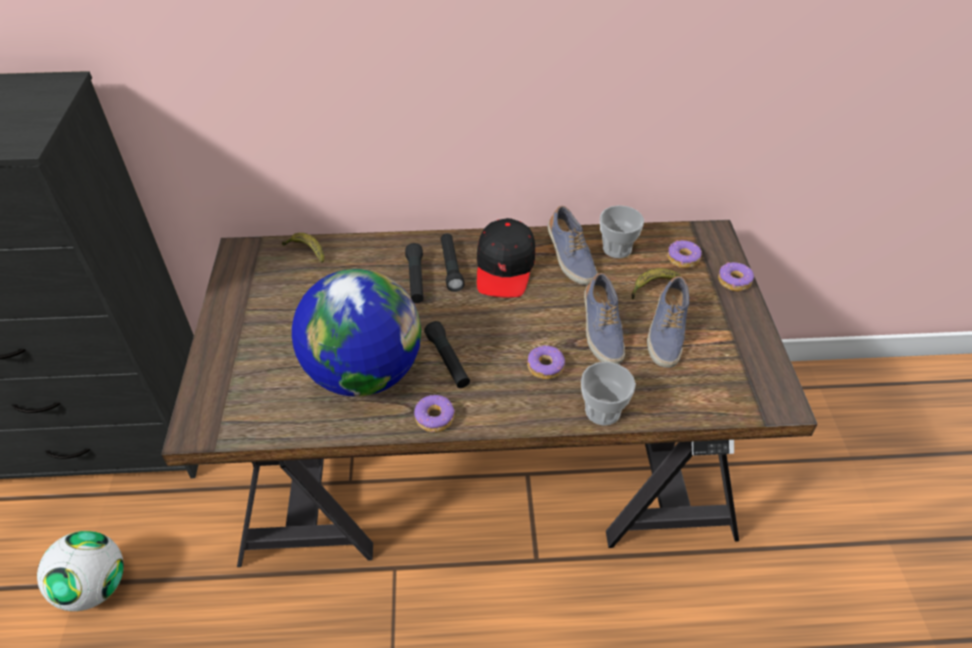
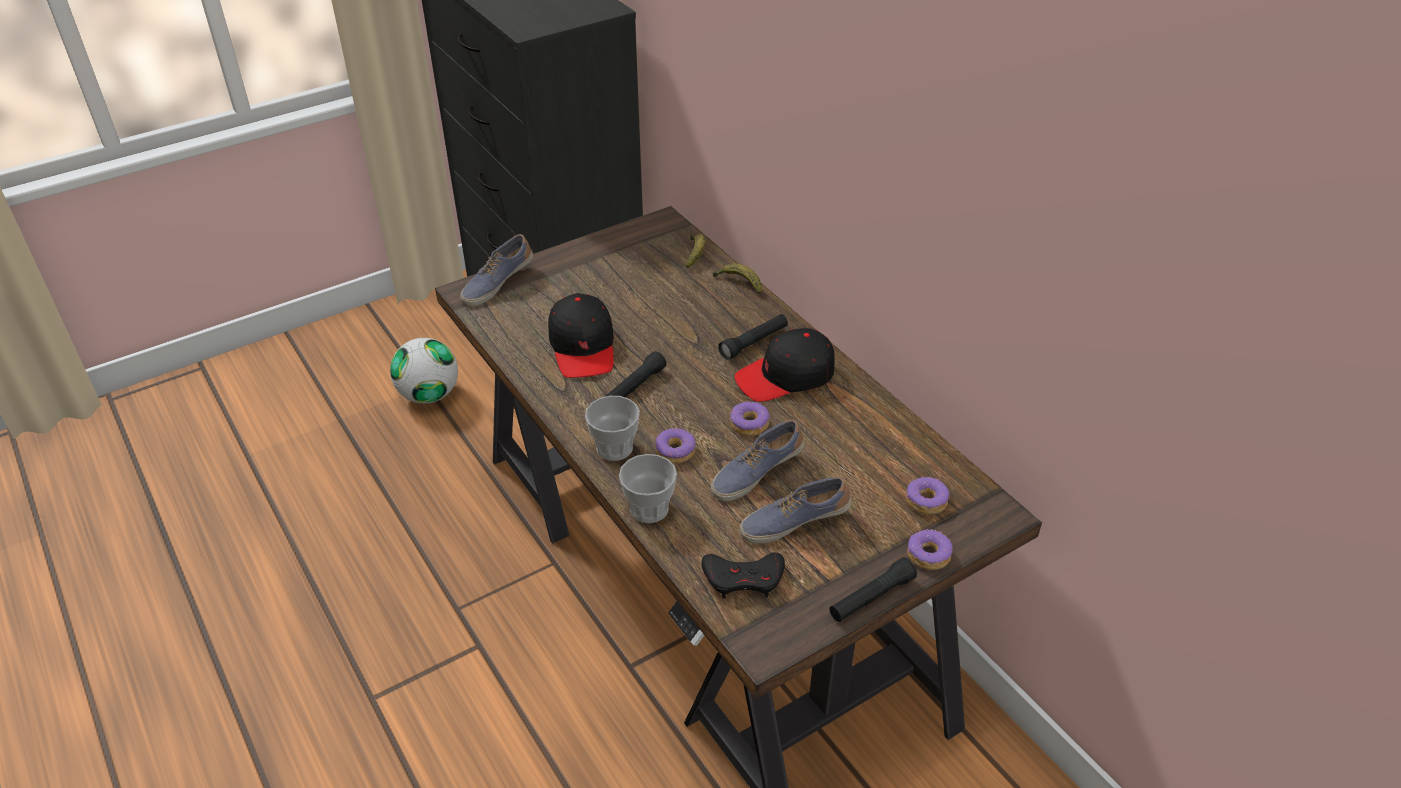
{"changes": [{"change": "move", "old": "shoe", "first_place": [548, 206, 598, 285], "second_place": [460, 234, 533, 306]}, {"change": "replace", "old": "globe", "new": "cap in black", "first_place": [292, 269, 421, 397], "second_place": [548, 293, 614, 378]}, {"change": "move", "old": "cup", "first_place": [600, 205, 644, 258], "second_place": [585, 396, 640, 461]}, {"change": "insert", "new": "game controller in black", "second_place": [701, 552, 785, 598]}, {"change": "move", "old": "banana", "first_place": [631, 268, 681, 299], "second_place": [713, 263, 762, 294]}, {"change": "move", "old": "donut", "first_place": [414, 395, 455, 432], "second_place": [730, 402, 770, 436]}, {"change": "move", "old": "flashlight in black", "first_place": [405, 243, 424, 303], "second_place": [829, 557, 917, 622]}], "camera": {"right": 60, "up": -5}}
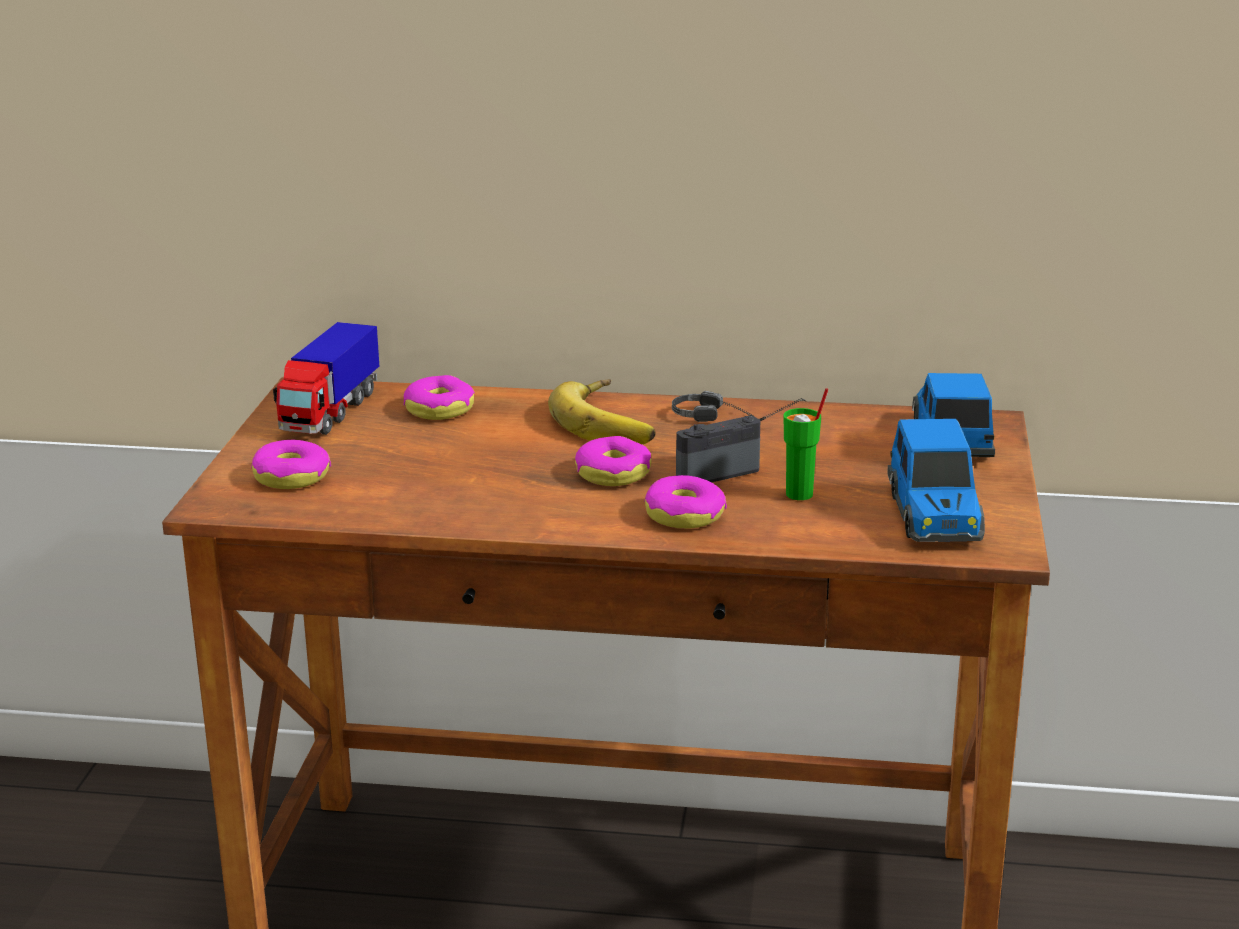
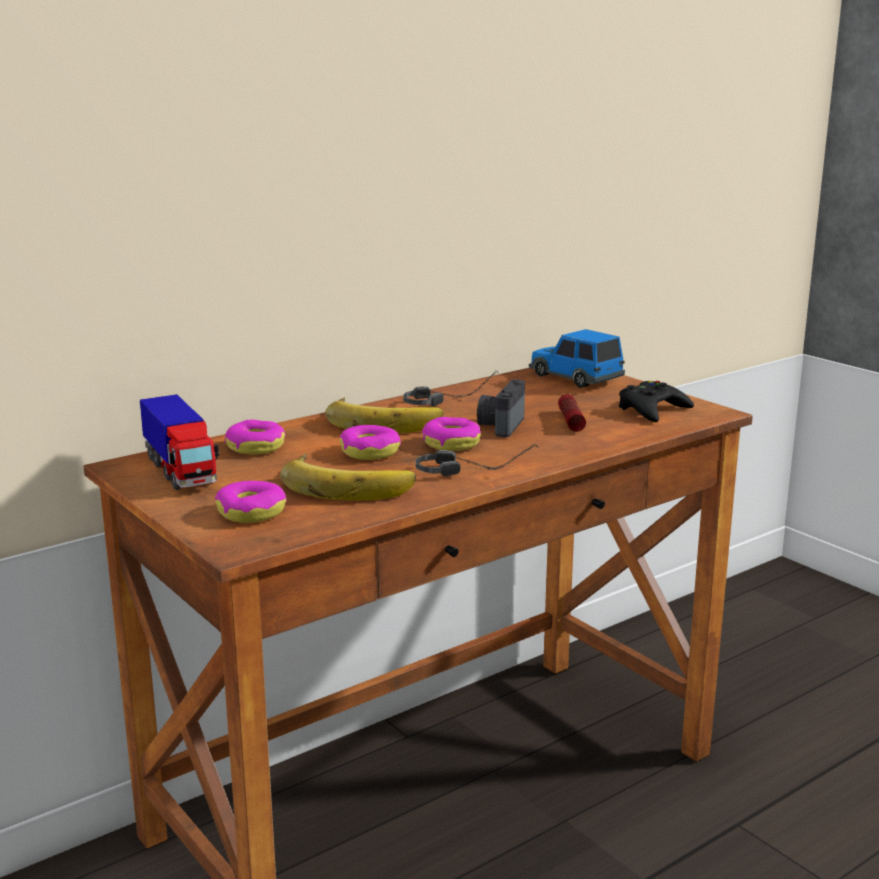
{"changes": [{"change": "insert", "new": "banana", "second_place": [280, 454, 416, 501]}, {"change": "move", "old": "donut", "first_place": [644, 475, 727, 529], "second_place": [340, 425, 401, 460]}, {"change": "insert", "new": "headphones", "second_place": [415, 444, 539, 476]}, {"change": "replace", "old": "cup in green", "new": "flashlight", "first_place": [783, 388, 828, 500], "second_place": [558, 394, 586, 432]}, {"change": "replace", "old": "toy car", "new": "game controller in black", "first_place": [887, 419, 985, 542], "second_place": [619, 381, 694, 422]}], "camera": {"right": -45, "up": -5}}
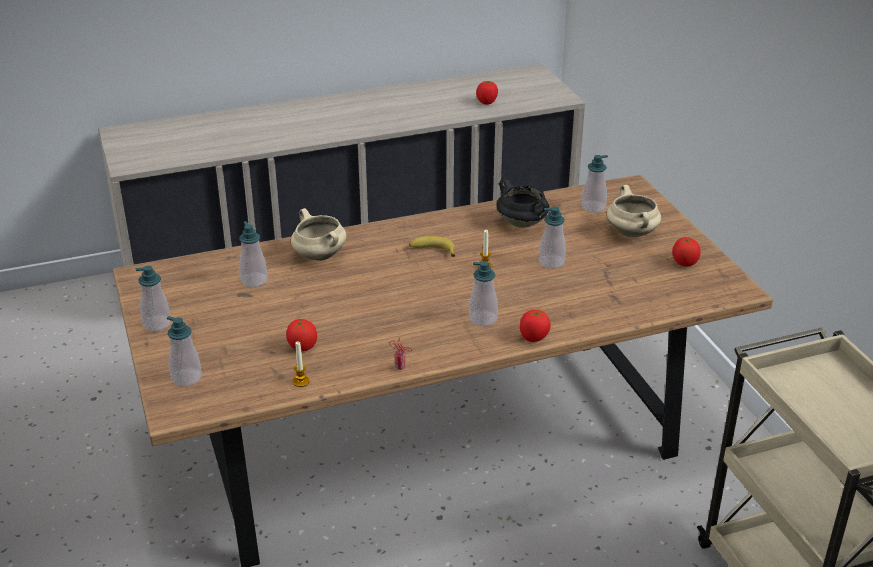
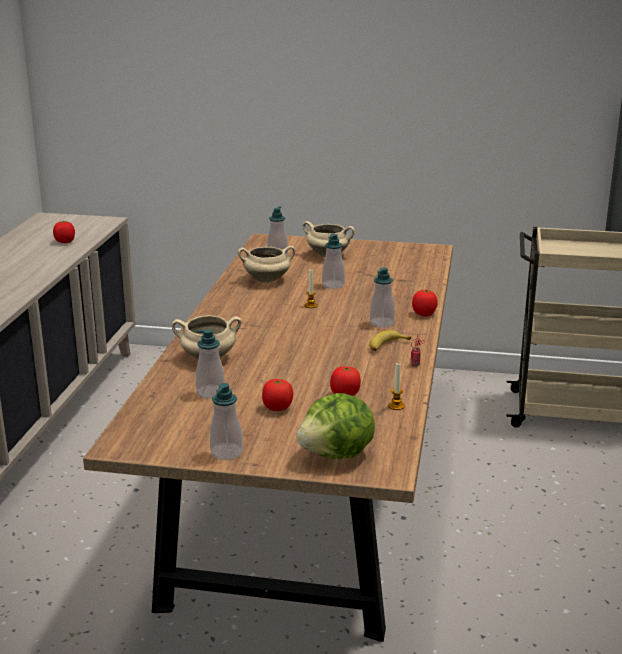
{"changes": [{"change": "recolor", "old": "cooking pot in black", "new": "cooking pot in beige", "first_place": [497, 178, 549, 228], "second_place": [238, 246, 295, 283]}, {"change": "move", "old": "tomato", "first_place": [672, 237, 701, 266], "second_place": [262, 379, 293, 411]}, {"change": "replace", "old": "soap dispenser", "new": "lettuce", "first_place": [167, 316, 202, 387], "second_place": [296, 393, 375, 459]}, {"change": "move", "old": "banana", "first_place": [409, 236, 455, 257], "second_place": [369, 330, 411, 351]}], "camera": {"right": -60, "up": -10}}
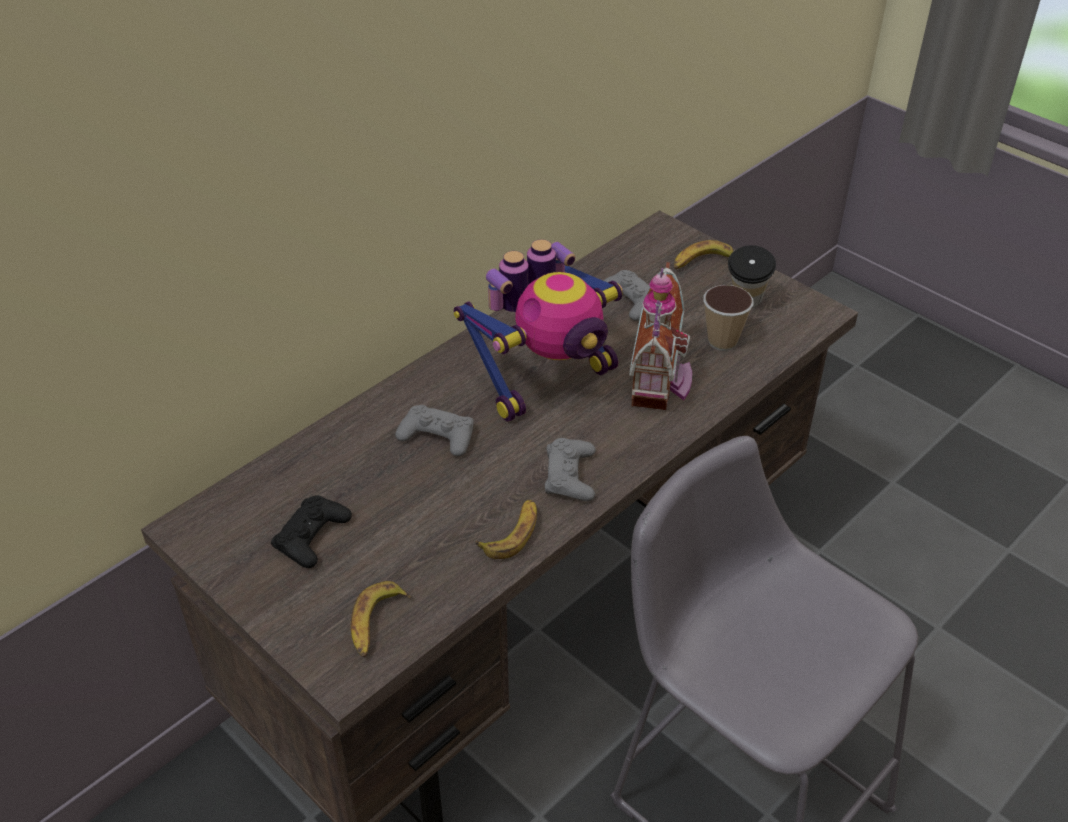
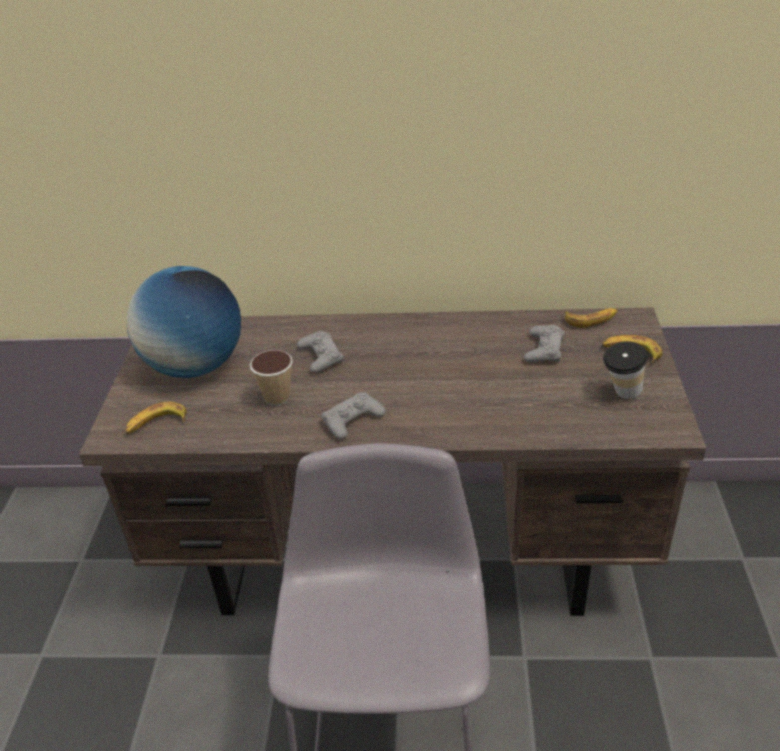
{"changes": [{"change": "replace", "old": "game controller in black", "new": "globe", "first_place": [271, 495, 352, 568], "second_place": [126, 266, 241, 378]}, {"change": "move", "old": "cup", "first_place": [703, 285, 753, 351], "second_place": [250, 350, 293, 406]}, {"change": "move", "old": "banana", "first_place": [475, 500, 537, 559], "second_place": [565, 308, 618, 328]}, {"change": "delete", "old": "toy robot", "first_place": [454, 239, 623, 422]}, {"change": "delete", "old": "toy house", "first_place": [629, 262, 692, 410]}], "camera": {"right": 50, "up": -5}}
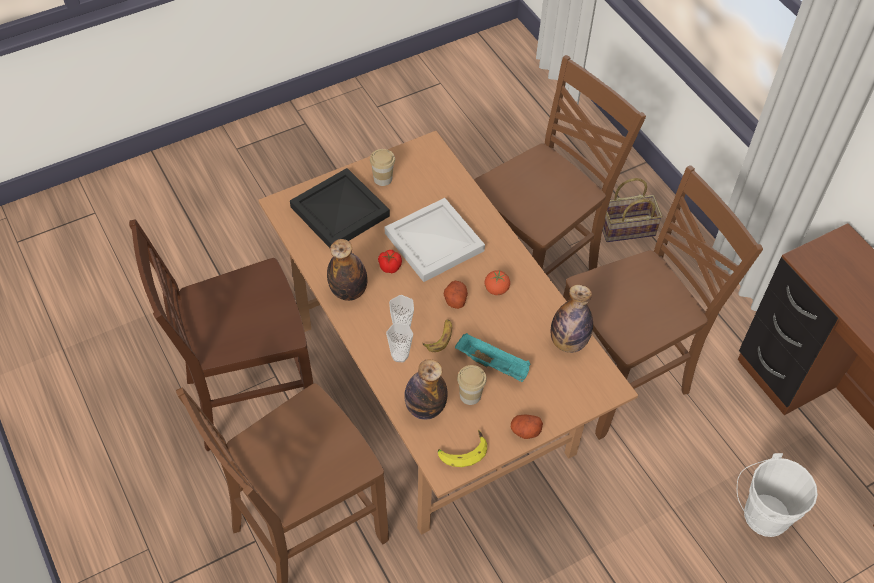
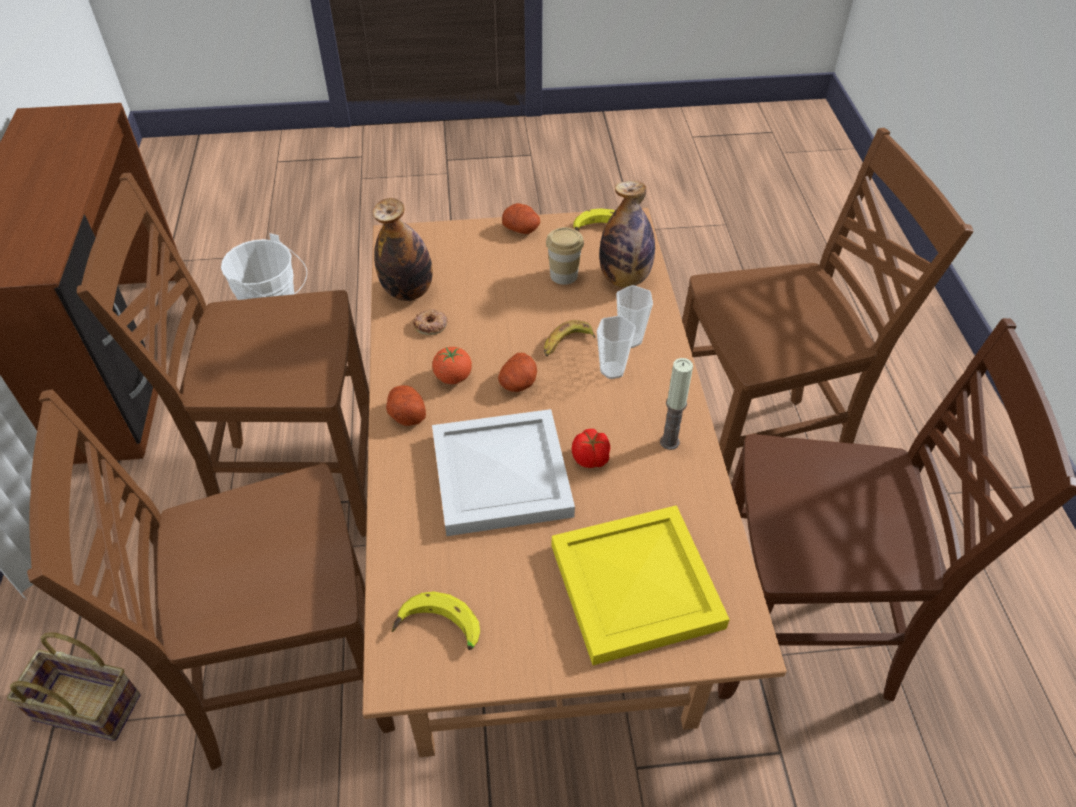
{"changes": [{"change": "insert", "new": "potato", "second_place": [386, 385, 426, 426]}, {"change": "insert", "new": "banana", "second_place": [392, 591, 480, 650]}, {"change": "insert", "new": "donut", "second_place": [413, 309, 448, 335]}, {"change": "recolor", "old": "tray in black", "new": "tray in yellow", "first_place": [290, 168, 390, 248], "second_place": [551, 505, 730, 665]}, {"change": "replace", "old": "bottle", "new": "candle", "first_place": [327, 239, 367, 301], "second_place": [660, 358, 693, 450]}, {"change": "delete", "old": "cup", "first_place": [370, 149, 395, 186]}, {"change": "delete", "old": "tray in turquoise", "first_place": [455, 333, 530, 382]}], "camera": {"right": -155, "up": -5}}
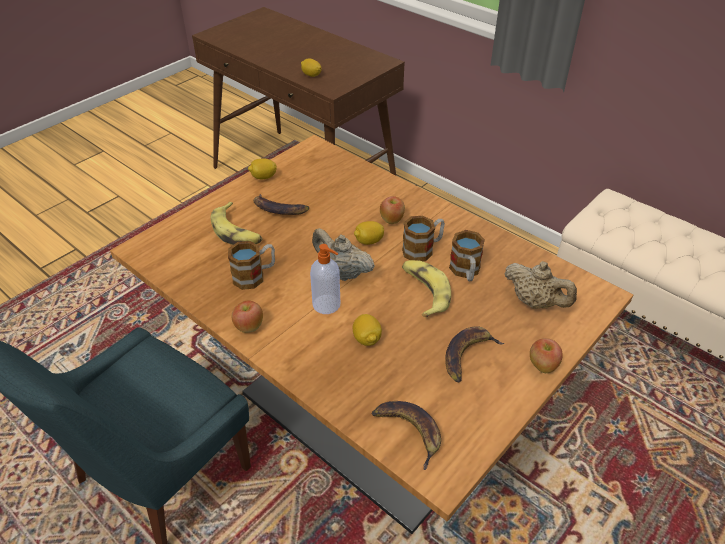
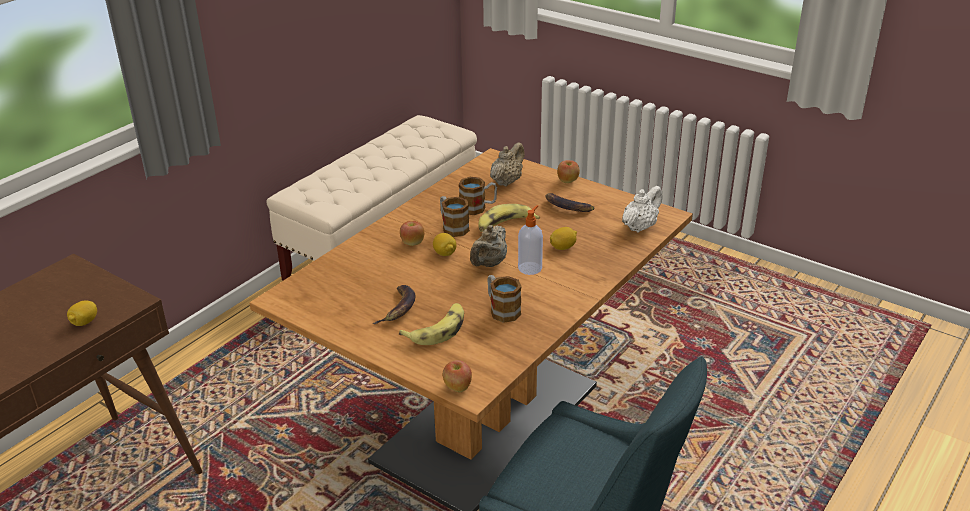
{"changes": [{"change": "move", "old": "apple", "first_place": [232, 300, 263, 333], "second_place": [443, 360, 472, 392]}, {"change": "replace", "old": "banana", "new": "teapot in white", "first_place": [372, 401, 441, 470], "second_place": [622, 186, 662, 233]}, {"change": "delete", "old": "lemon", "first_place": [248, 159, 277, 180]}], "camera": {"right": -95, "up": -10}}
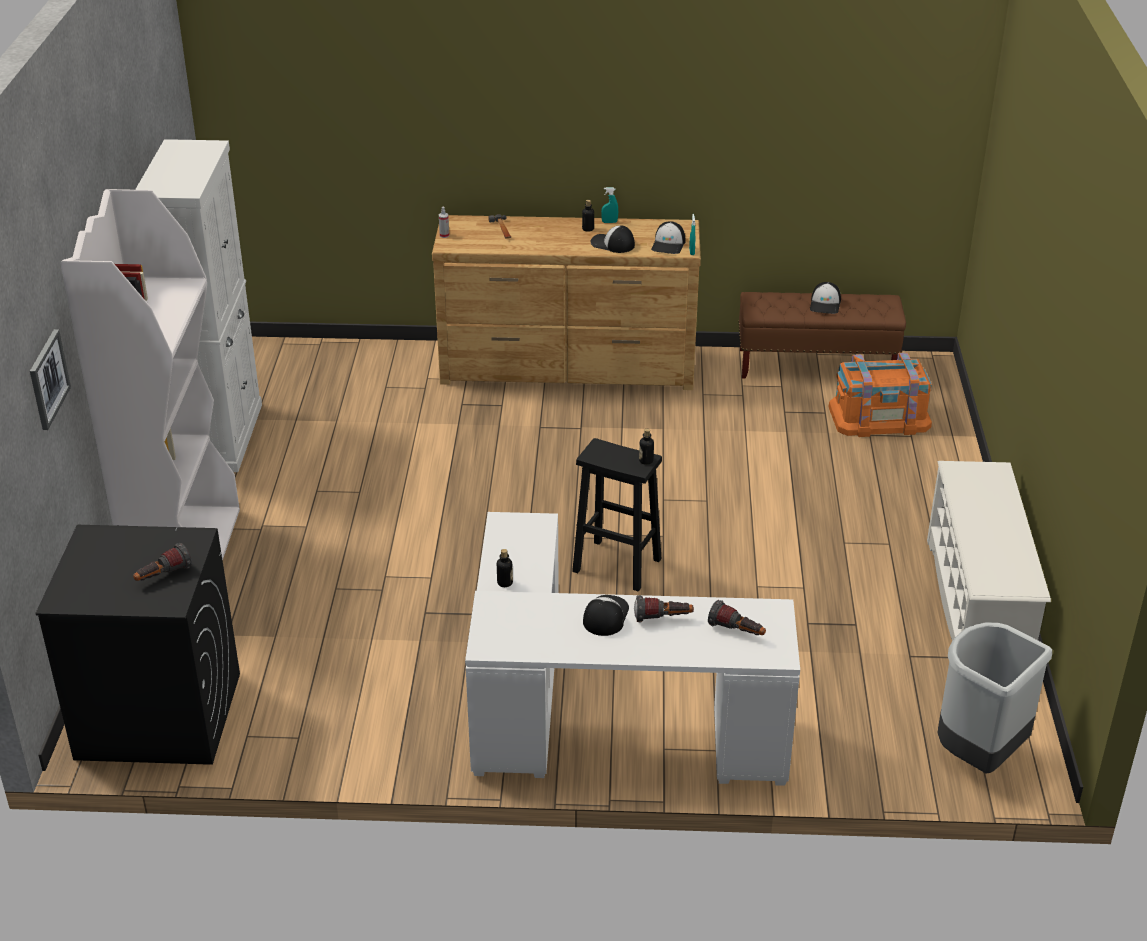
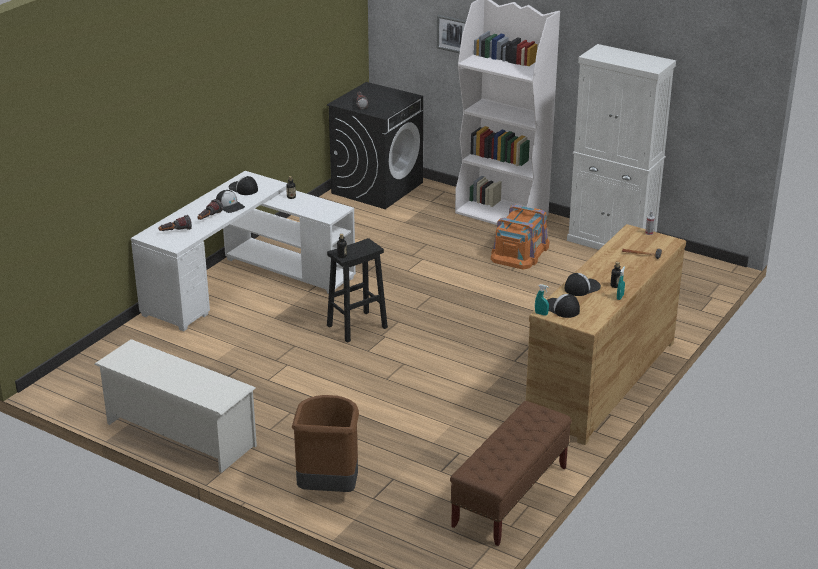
{"changes": [{"change": "move", "old": "cap", "first_place": [810, 282, 841, 314], "second_place": [229, 176, 258, 195]}, {"change": "insert", "new": "trash can in brown", "second_place": [292, 395, 359, 492]}, {"change": "move", "old": "storage box in orange", "first_place": [828, 353, 932, 437], "second_place": [491, 204, 549, 269]}, {"change": "delete", "old": "trash can in grey", "first_place": [938, 623, 1052, 774]}], "camera": {"right": 120, "up": -5}}
